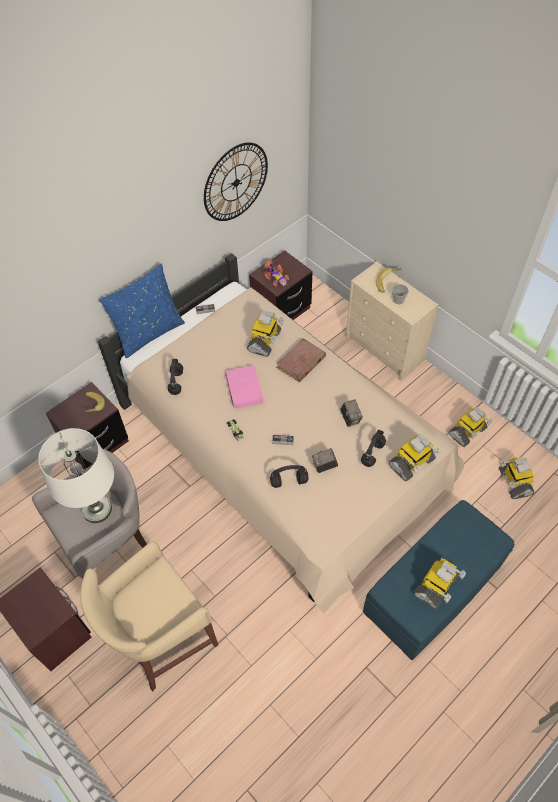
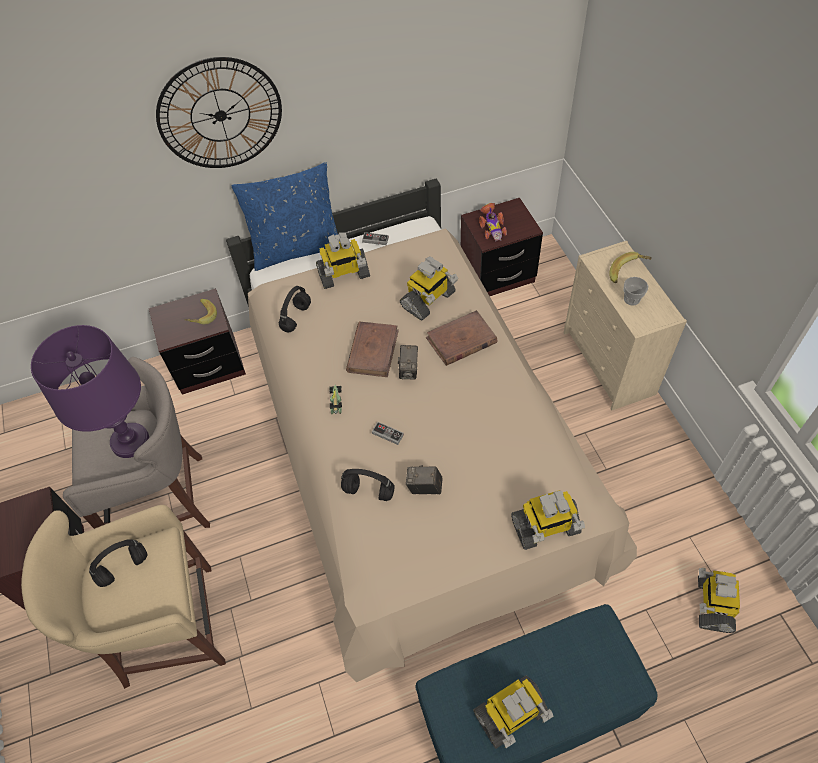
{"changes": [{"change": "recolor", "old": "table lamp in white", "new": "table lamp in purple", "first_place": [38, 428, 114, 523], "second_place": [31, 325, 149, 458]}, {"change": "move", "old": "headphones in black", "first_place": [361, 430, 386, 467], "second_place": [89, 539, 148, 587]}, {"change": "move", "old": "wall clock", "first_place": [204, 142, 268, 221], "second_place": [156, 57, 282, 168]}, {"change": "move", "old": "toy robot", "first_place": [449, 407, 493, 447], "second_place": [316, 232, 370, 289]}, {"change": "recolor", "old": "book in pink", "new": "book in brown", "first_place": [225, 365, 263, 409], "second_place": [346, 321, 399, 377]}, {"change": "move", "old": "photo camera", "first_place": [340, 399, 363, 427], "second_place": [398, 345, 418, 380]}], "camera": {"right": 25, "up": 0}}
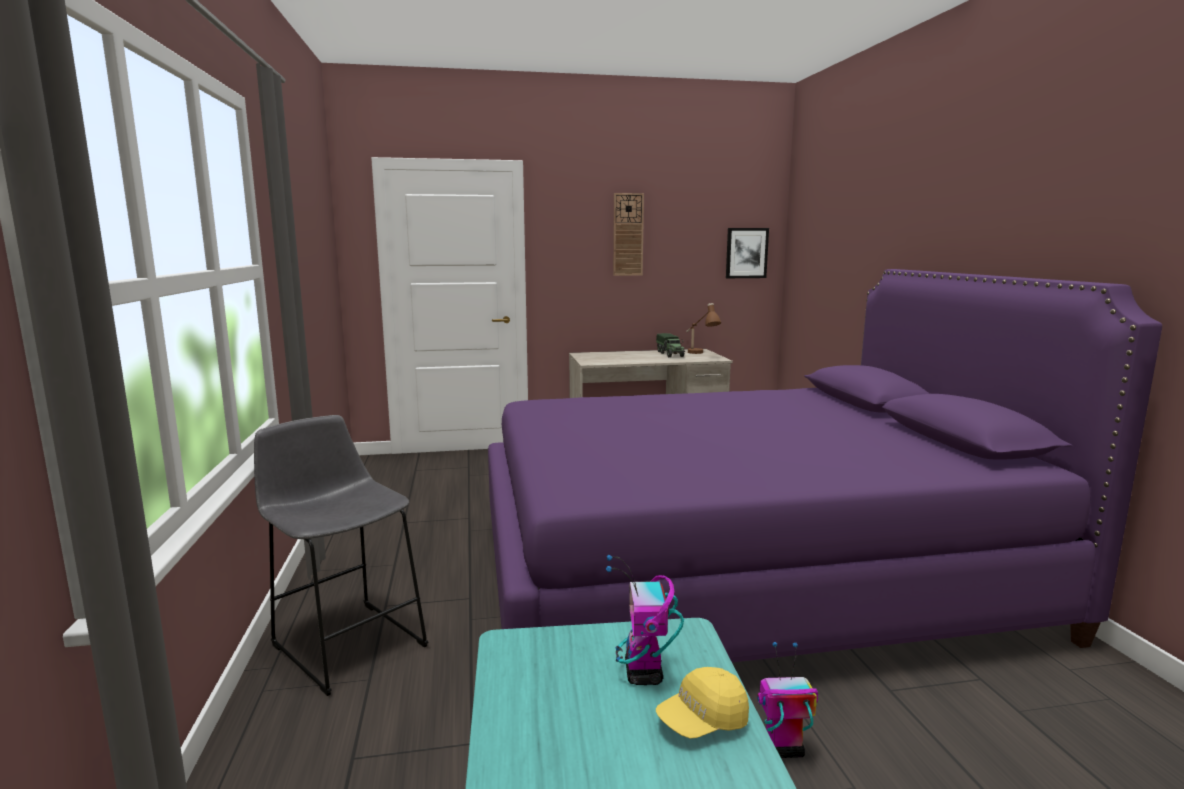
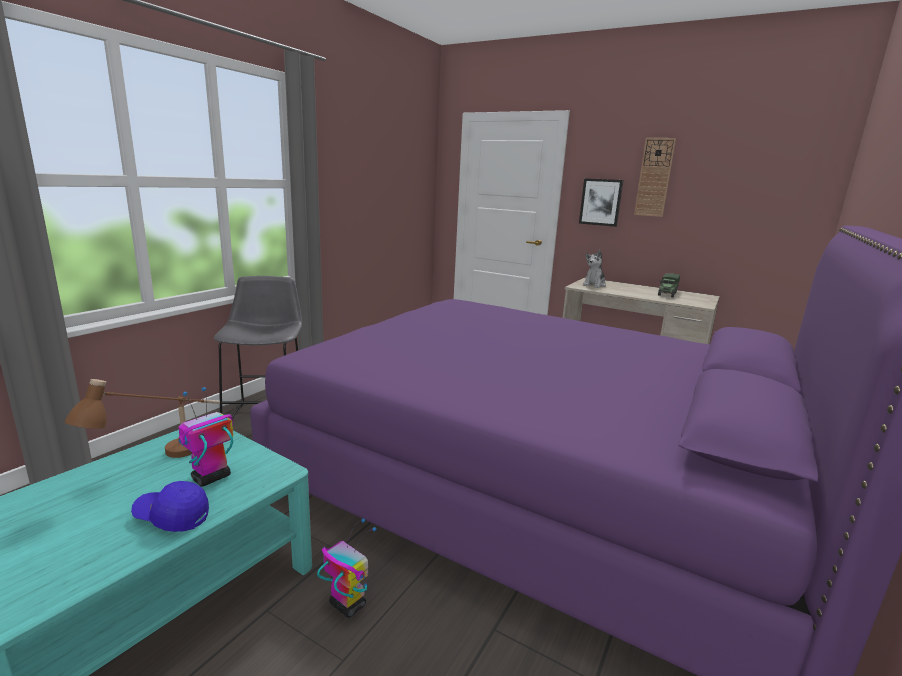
{"changes": [{"change": "move", "old": "table lamp in brown", "first_place": [686, 303, 721, 354], "second_place": [65, 379, 220, 458]}, {"change": "recolor", "old": "cap in yellow", "new": "cap in blue", "first_place": [656, 667, 749, 739], "second_place": [131, 481, 209, 532]}, {"change": "move", "old": "picture", "first_place": [726, 228, 769, 278], "second_place": [579, 178, 624, 227]}, {"change": "insert", "new": "plush toy", "second_place": [583, 250, 606, 288]}], "camera": {"right": 40, "up": 5}}
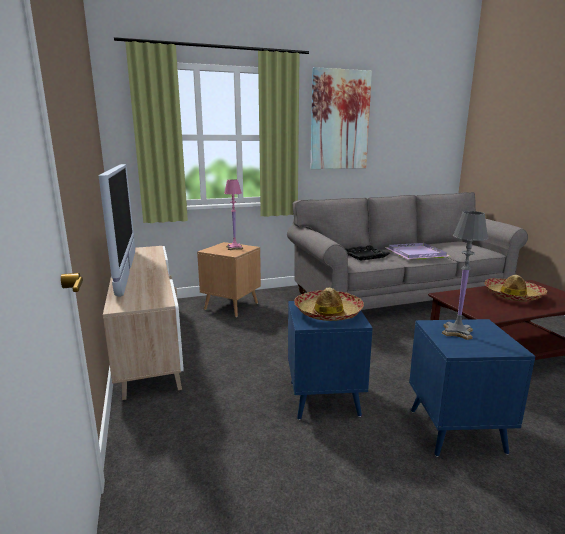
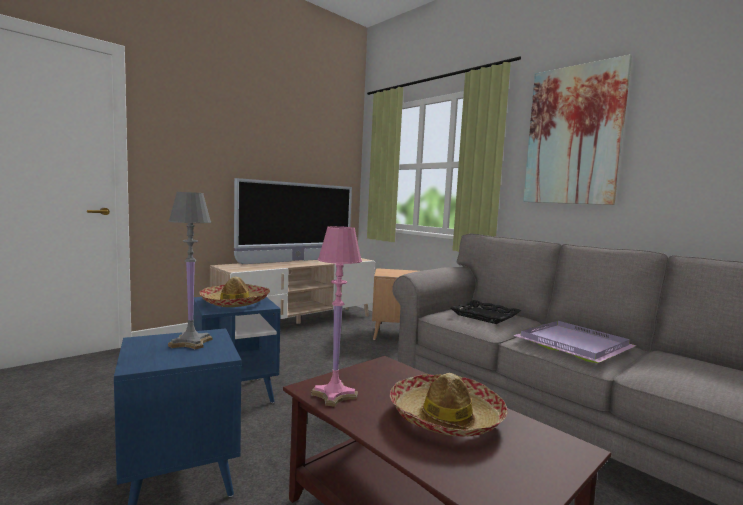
{"changes": [{"change": "move", "old": "table lamp in pink", "first_place": [224, 179, 243, 250], "second_place": [311, 226, 362, 407]}], "camera": {"right": 65, "up": -10}}
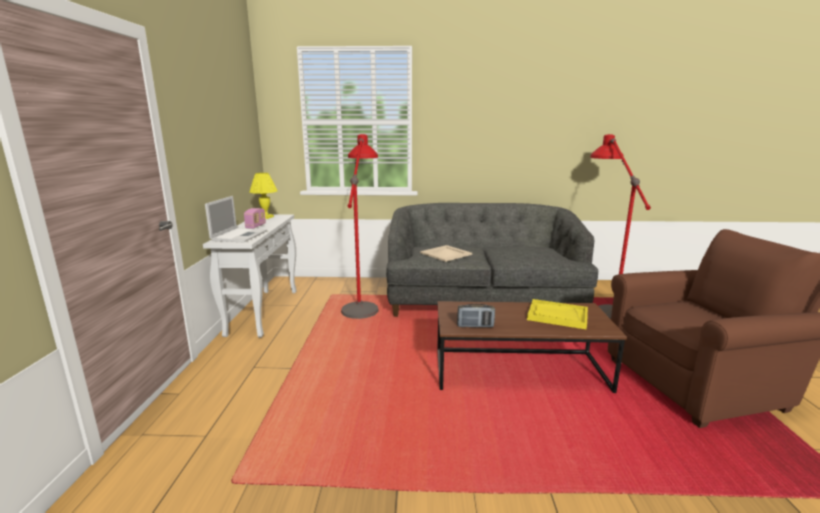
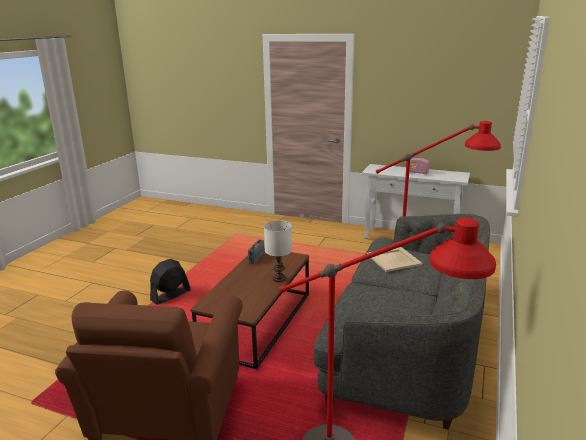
{"changes": [{"change": "insert", "new": "fan in black", "second_place": [150, 259, 191, 305]}, {"change": "insert", "new": "table lamp in white", "second_place": [264, 220, 292, 282]}, {"change": "delete", "old": "laptop", "first_place": [205, 196, 267, 242]}, {"change": "delete", "old": "table lamp in yellow", "first_place": [250, 173, 278, 219]}, {"change": "delete", "old": "tray in yellow", "first_place": [527, 299, 588, 329]}], "camera": {"right": 110, "up": 5}}
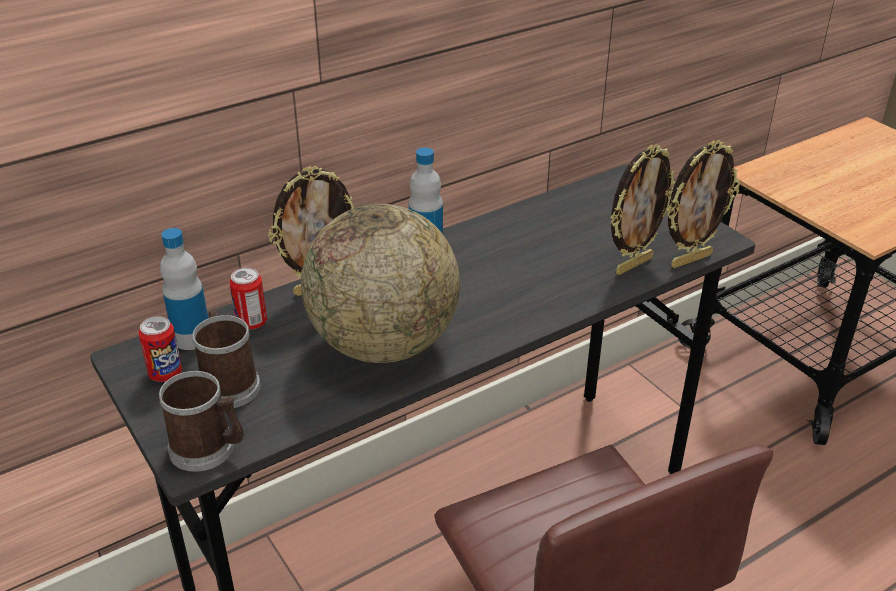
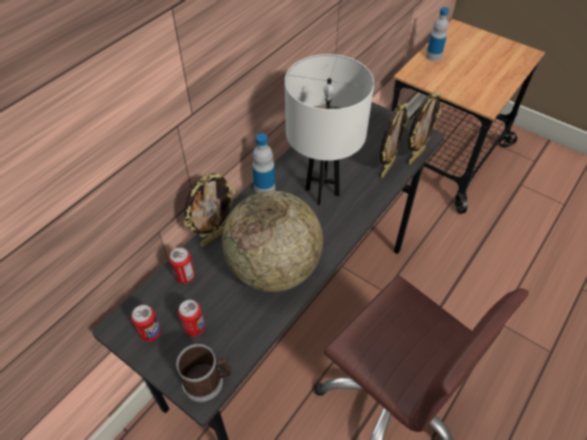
{"changes": [{"change": "replace", "old": "mug", "new": "can", "first_place": [192, 310, 260, 408], "second_place": [178, 300, 205, 337]}, {"change": "insert", "new": "table lamp in white", "second_place": [285, 54, 374, 205]}, {"change": "move", "old": "bottle", "first_place": [160, 228, 208, 350], "second_place": [426, 7, 449, 61]}], "camera": {"right": -20, "up": 15}}
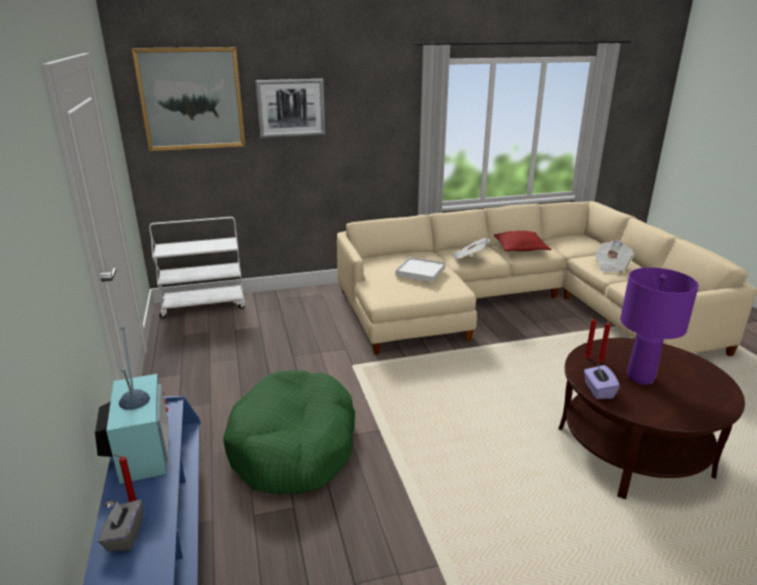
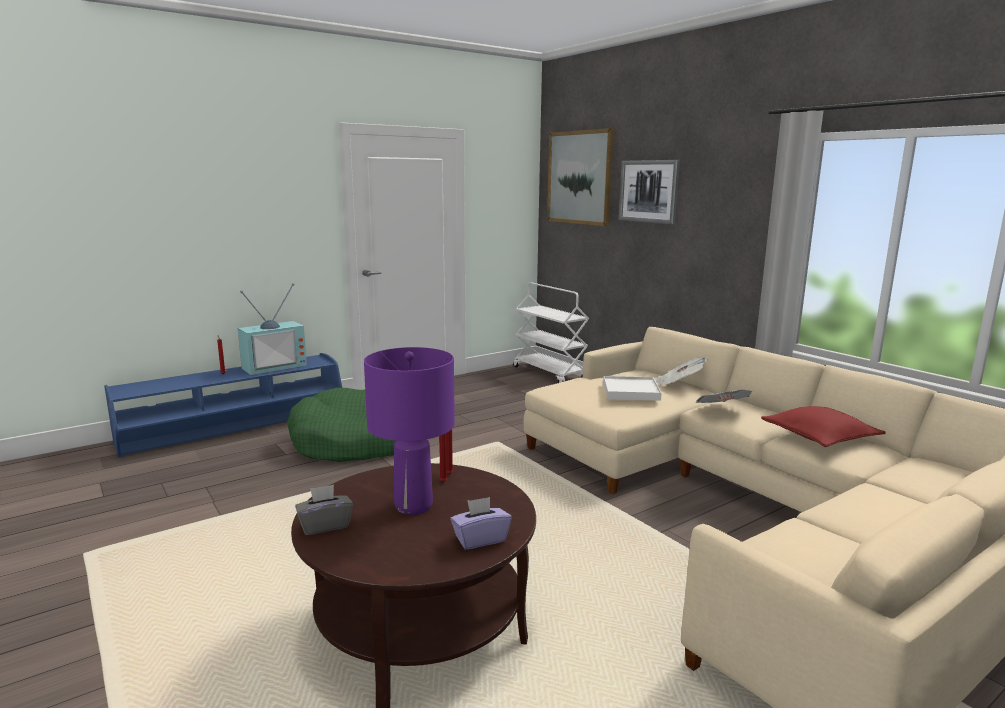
{"changes": [{"change": "move", "old": "tissue box in grey", "first_place": [98, 499, 143, 551], "second_place": [295, 484, 353, 535]}, {"change": "move", "old": "tissue box in purple", "first_place": [584, 364, 620, 399], "second_place": [450, 497, 512, 549]}, {"change": "move", "old": "newspaper", "first_place": [594, 240, 634, 272], "second_place": [655, 357, 708, 386]}], "camera": {"right": 70, "up": -10}}
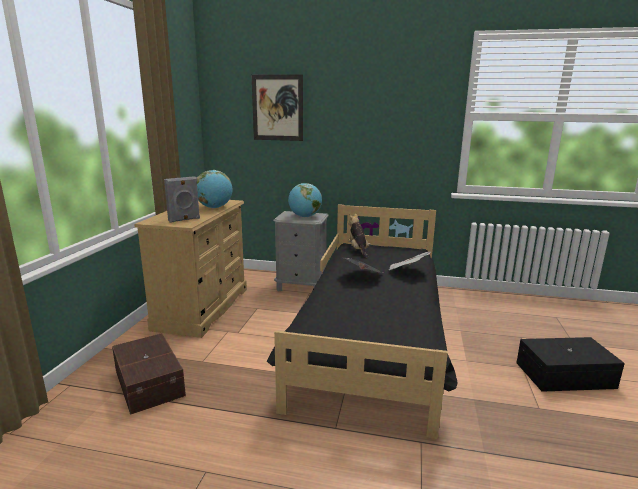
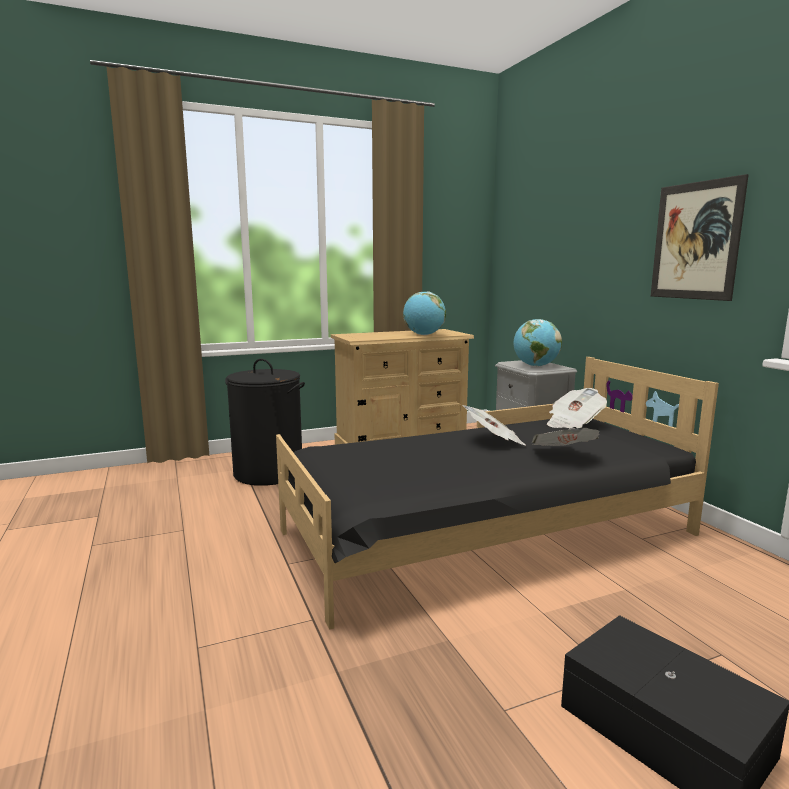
{"changes": [{"change": "replace", "old": "storage box in brown", "new": "laundry basket in black", "first_place": [112, 333, 186, 415], "second_place": [225, 359, 305, 486]}, {"change": "replace", "old": "plush toy", "new": "newspaper", "first_place": [348, 213, 371, 258], "second_place": [547, 388, 607, 428]}, {"change": "move", "old": "picture", "first_place": [252, 74, 303, 141], "second_place": [651, 174, 749, 301]}, {"change": "delete", "old": "speaker in grey", "first_place": [164, 176, 200, 223]}], "camera": {"right": 55, "up": -5}}
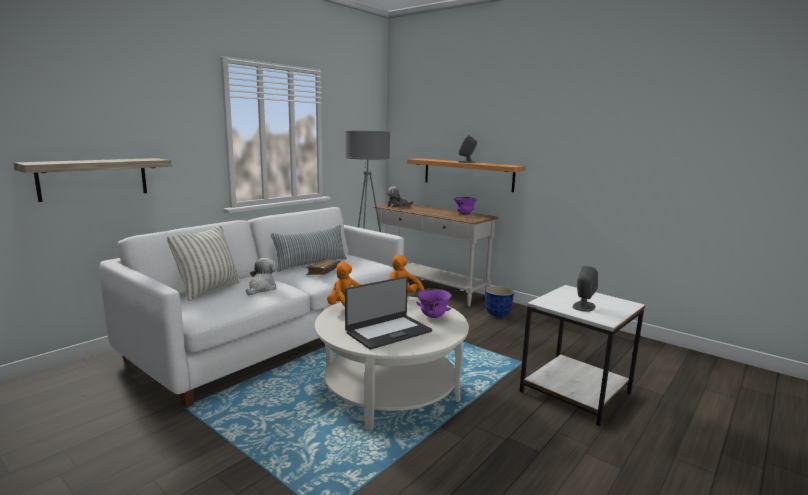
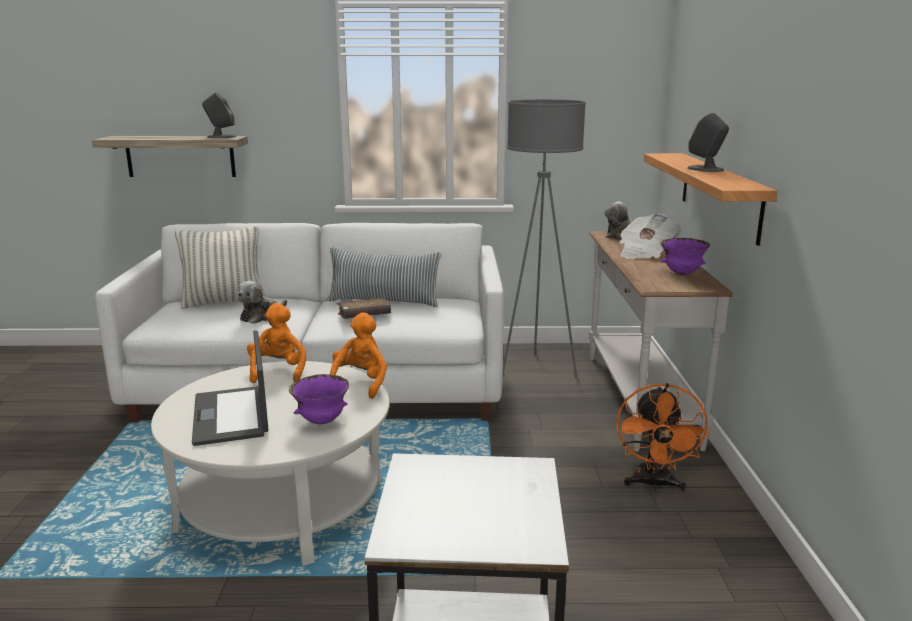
{"changes": [{"change": "rotate", "old": "laptop", "first_place": [345, 276, 432, 350], "second_place": [192, 330, 268, 446], "degrees": 60}, {"change": "move", "old": "speaker in grey", "first_place": [573, 266, 598, 312], "second_place": [202, 92, 237, 138]}, {"change": "rotate", "old": "plush toy", "first_place": [246, 258, 277, 295], "second_place": [237, 281, 287, 324], "degrees": 150}, {"change": "replace", "old": "planter", "new": "fan in orange", "first_place": [485, 286, 514, 317], "second_place": [616, 383, 710, 491]}, {"change": "insert", "new": "newspaper", "second_place": [619, 213, 681, 259]}], "camera": {"right": 50, "up": 5}}
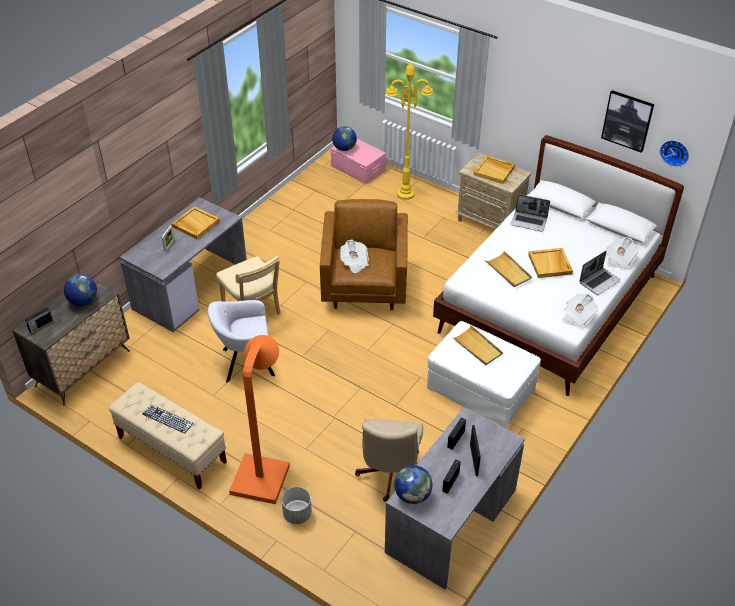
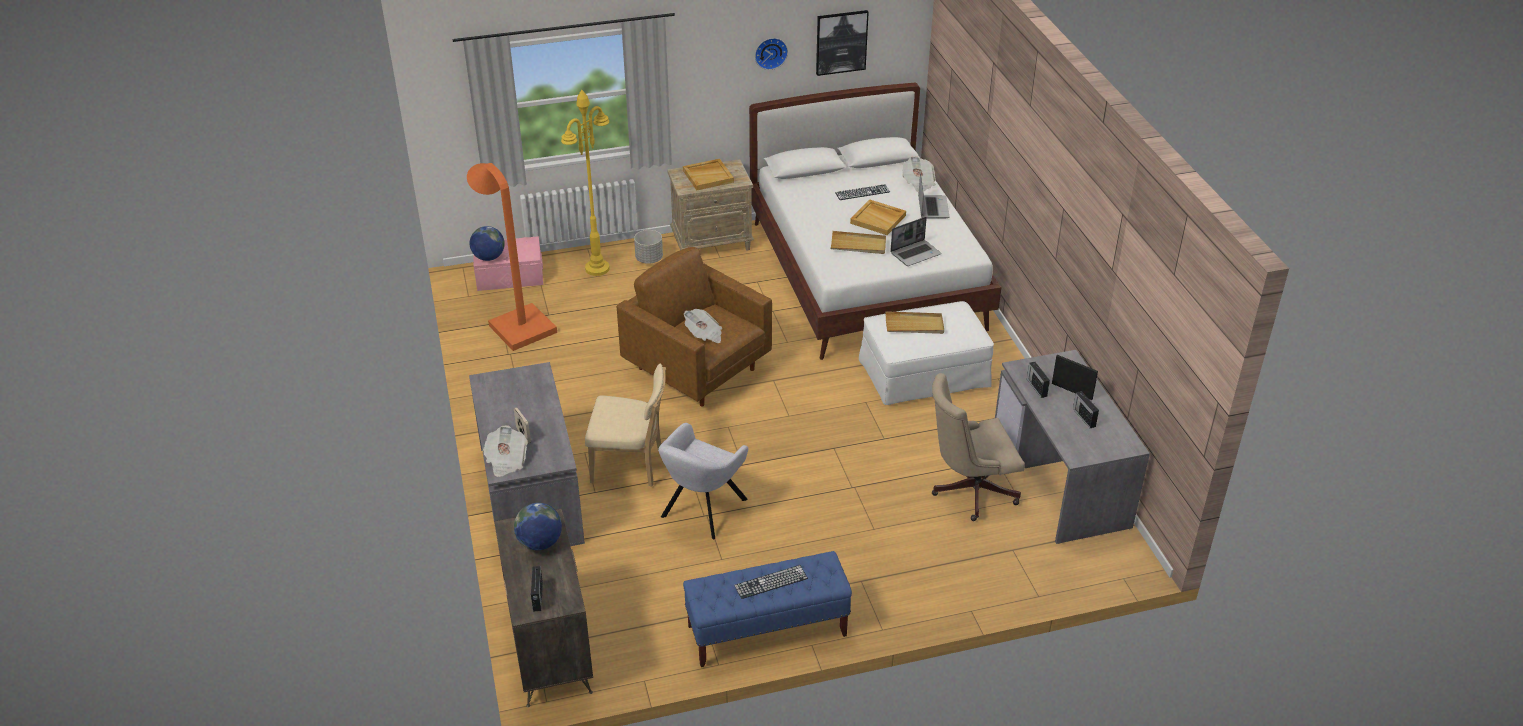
{"changes": [{"change": "move", "old": "floor lamp in orange", "first_place": [229, 335, 290, 504], "second_place": [467, 163, 557, 351]}, {"change": "move", "old": "newspaper", "first_place": [562, 294, 598, 327], "second_place": [483, 426, 528, 477]}, {"change": "move", "old": "planter in grey", "first_place": [282, 487, 312, 524], "second_place": [634, 230, 663, 264]}, {"change": "recolor", "old": "bench in beige", "new": "bench in blue", "first_place": [109, 382, 227, 490], "second_place": [683, 551, 852, 667]}, {"change": "move", "old": "wall clock", "first_place": [660, 140, 689, 167], "second_place": [755, 38, 788, 70]}, {"change": "insert", "new": "keyboard", "second_place": [835, 184, 890, 200]}, {"change": "move", "old": "laptop", "first_place": [511, 194, 550, 232], "second_place": [890, 217, 941, 266]}, {"change": "rotate", "old": "office chair in beige", "first_place": [355, 418, 423, 502], "second_place": [932, 373, 1025, 521], "degrees": 120}, {"change": "delete", "old": "tray in beige", "first_place": [171, 206, 220, 239]}, {"change": "delete", "old": "globe", "first_place": [394, 465, 432, 504]}], "camera": {"right": -50, "up": -5}}
